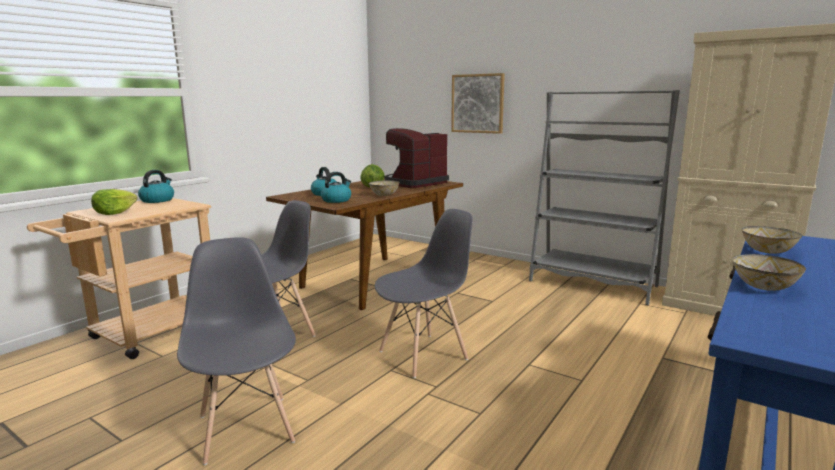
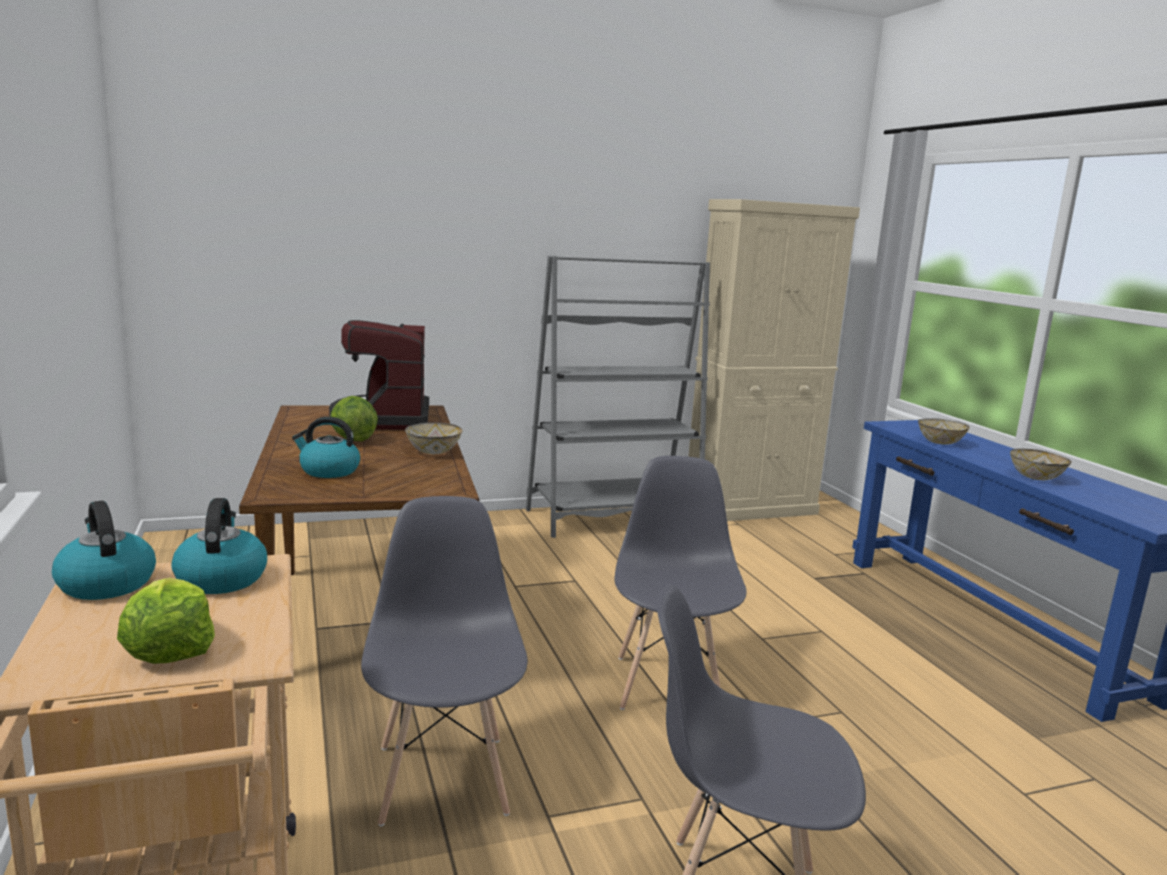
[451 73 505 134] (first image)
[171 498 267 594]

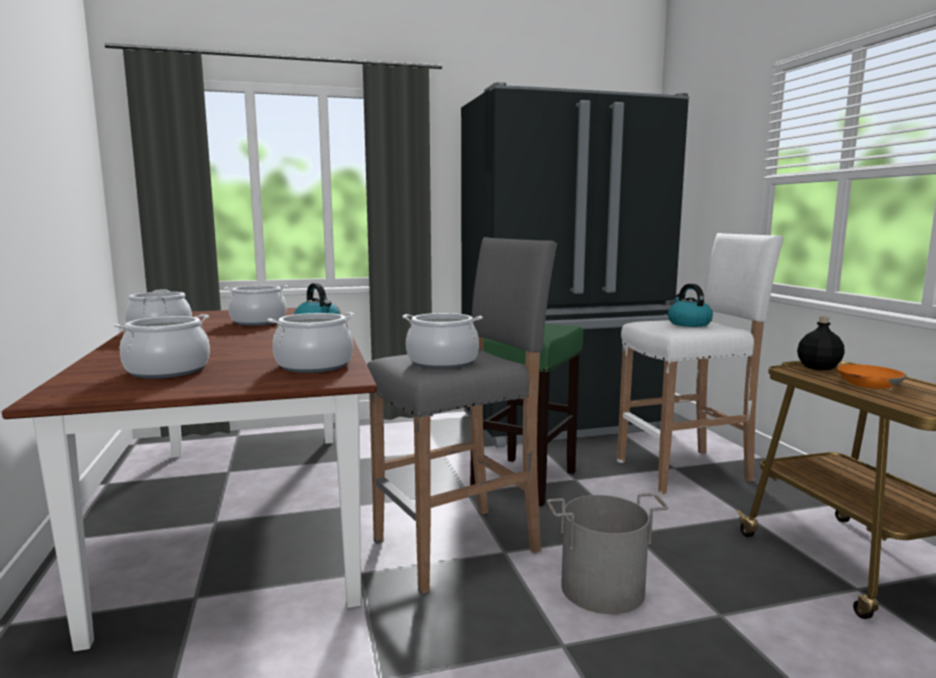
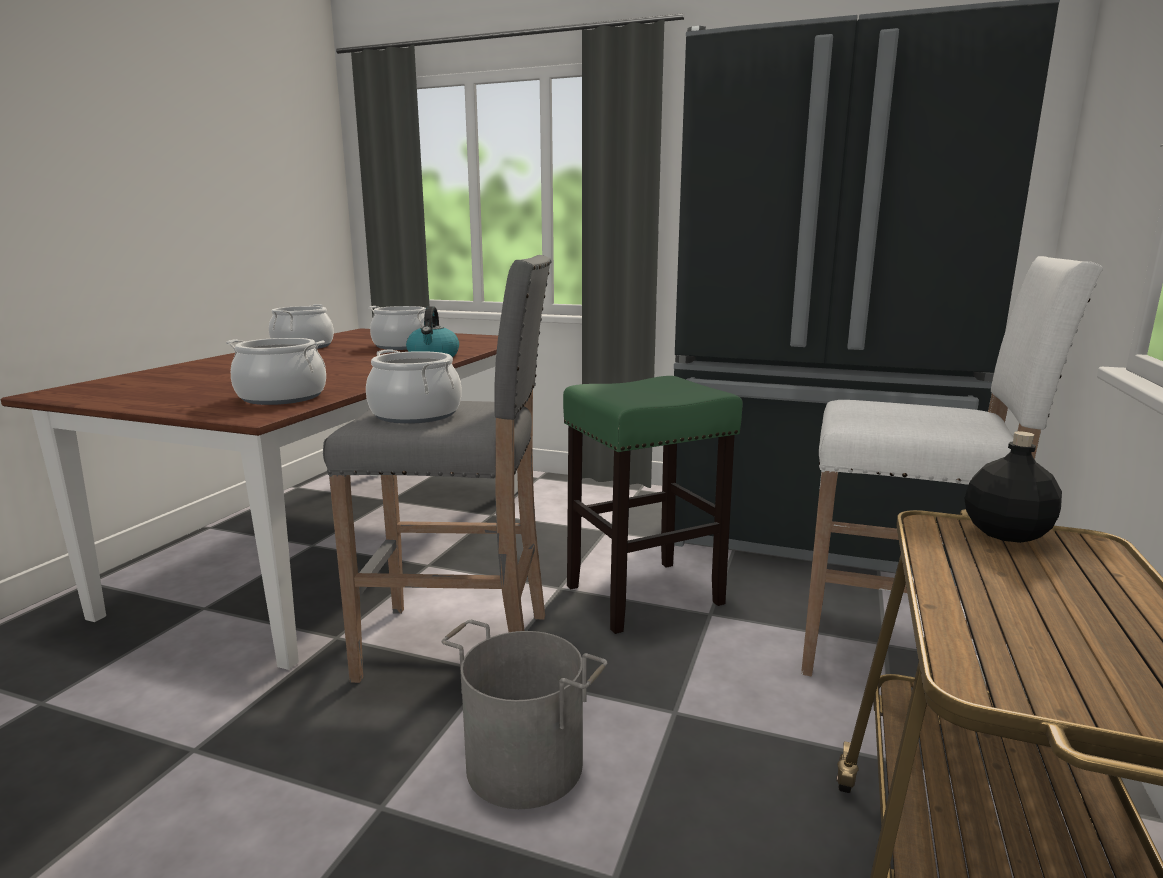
[668 284 713 327] (first image)
[113 314 210 379] (first image)
[837 364 907 389] (first image)

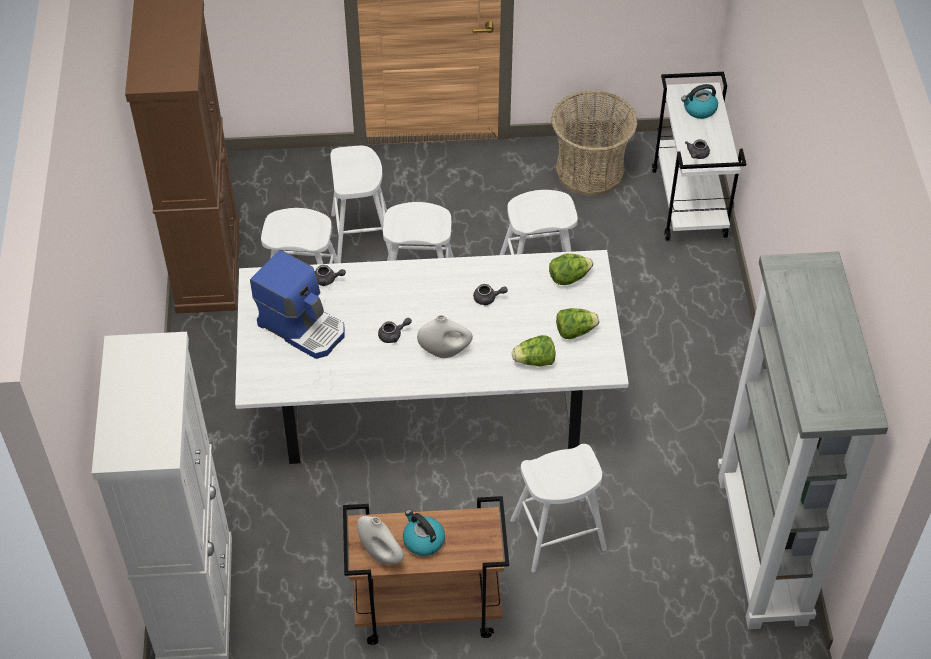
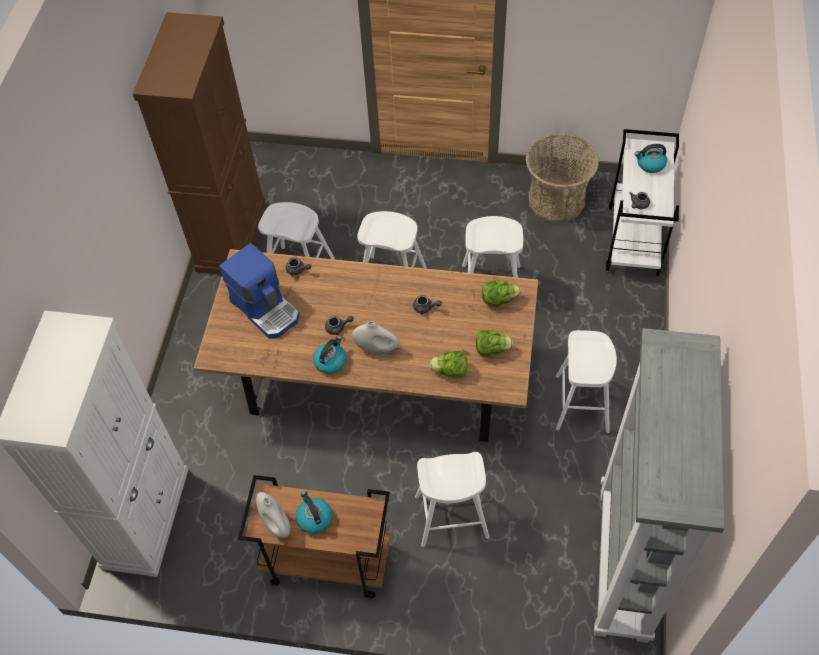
[556 330 617 433]
[194 249 538 442]
[313 336 347 374]

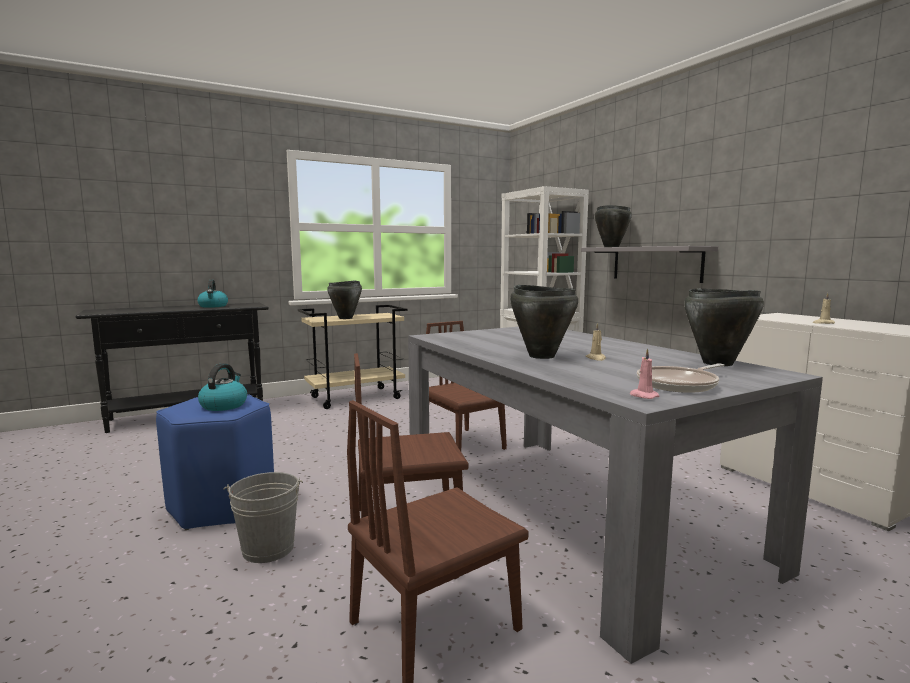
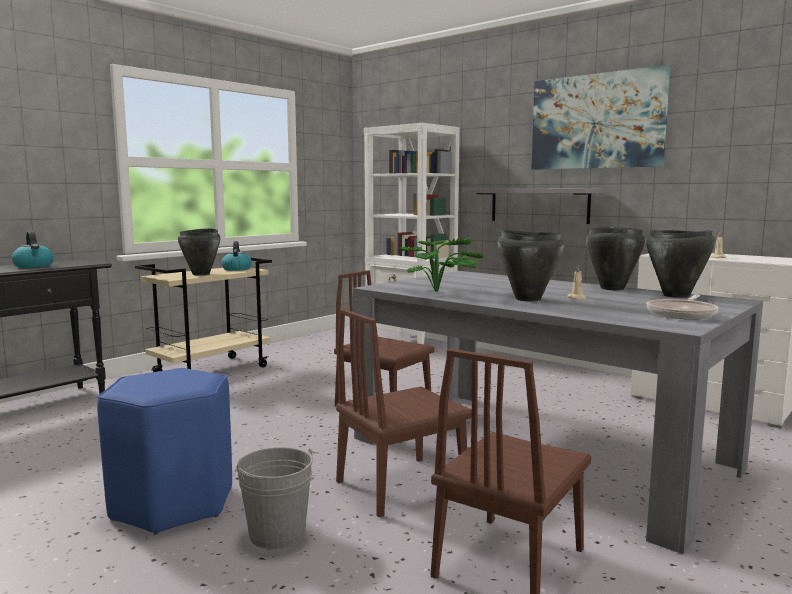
[586 227 645 290]
[630 348 659 399] (first image)
[221 241 252 271]
[531 65 670 170]
[397 238 484 292]

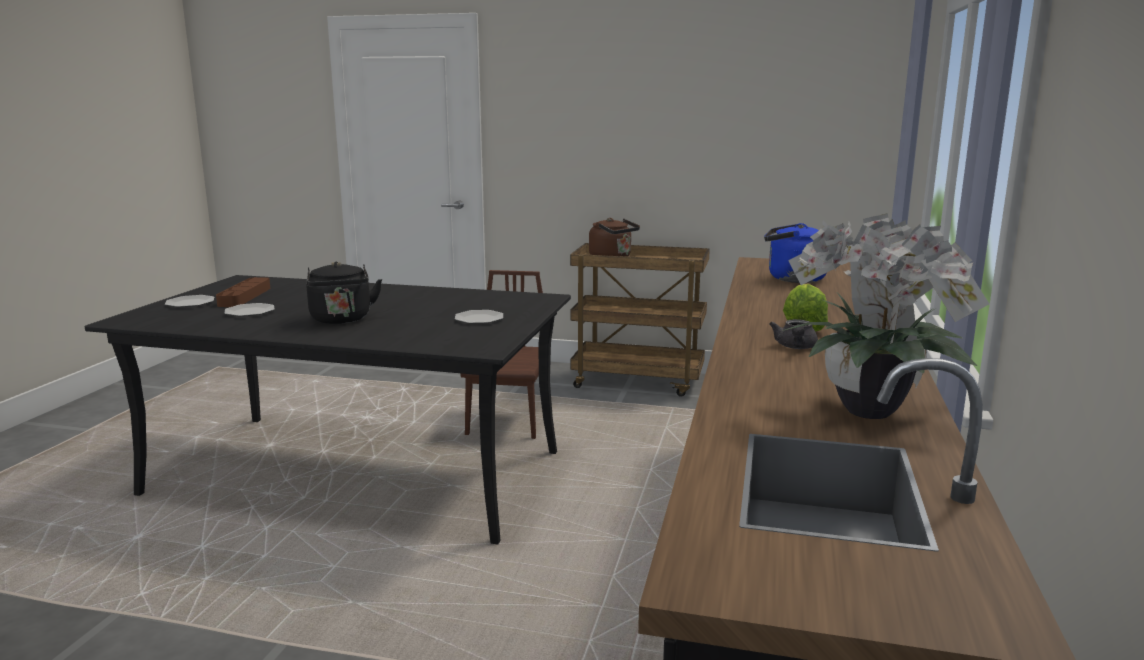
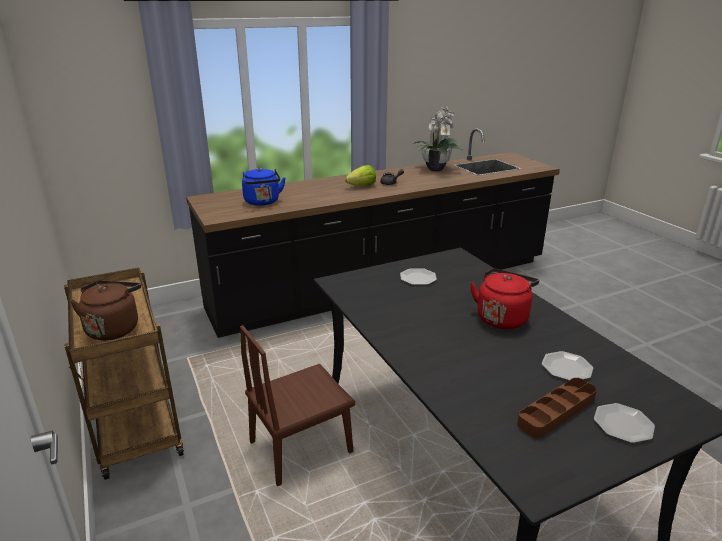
[470 268 539 329]

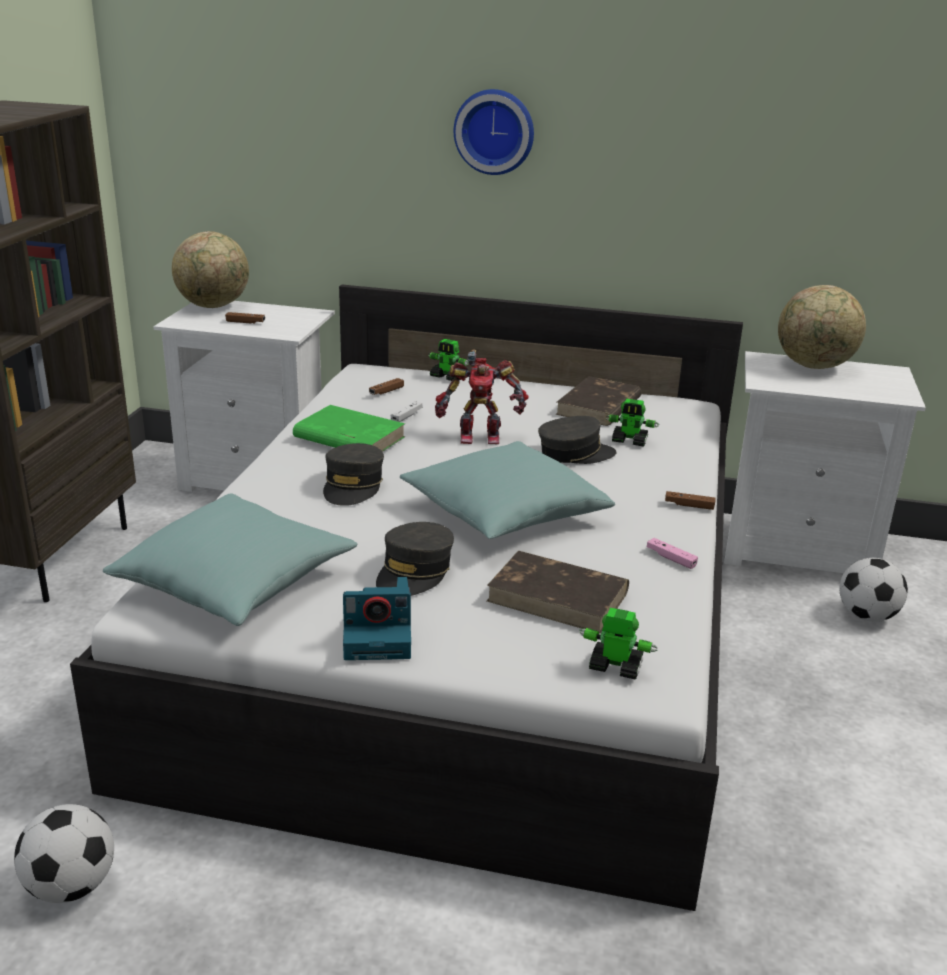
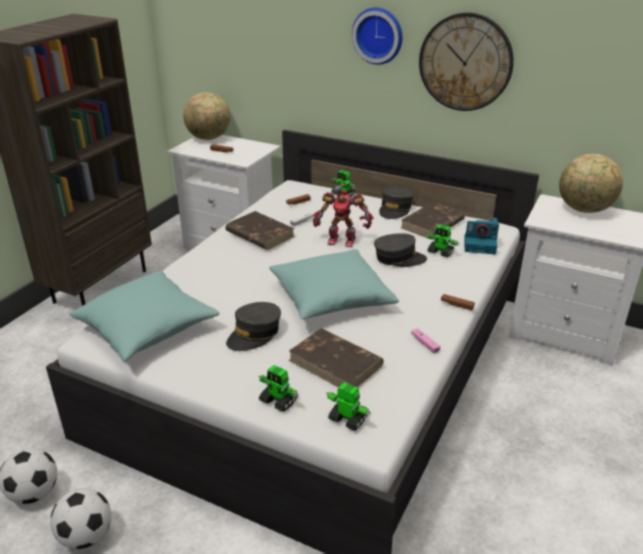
[225 211 295 250]
[379 187 413 219]
[50 488 111 549]
[465 218 499 254]
[419 12 514 111]
[258 365 298 412]

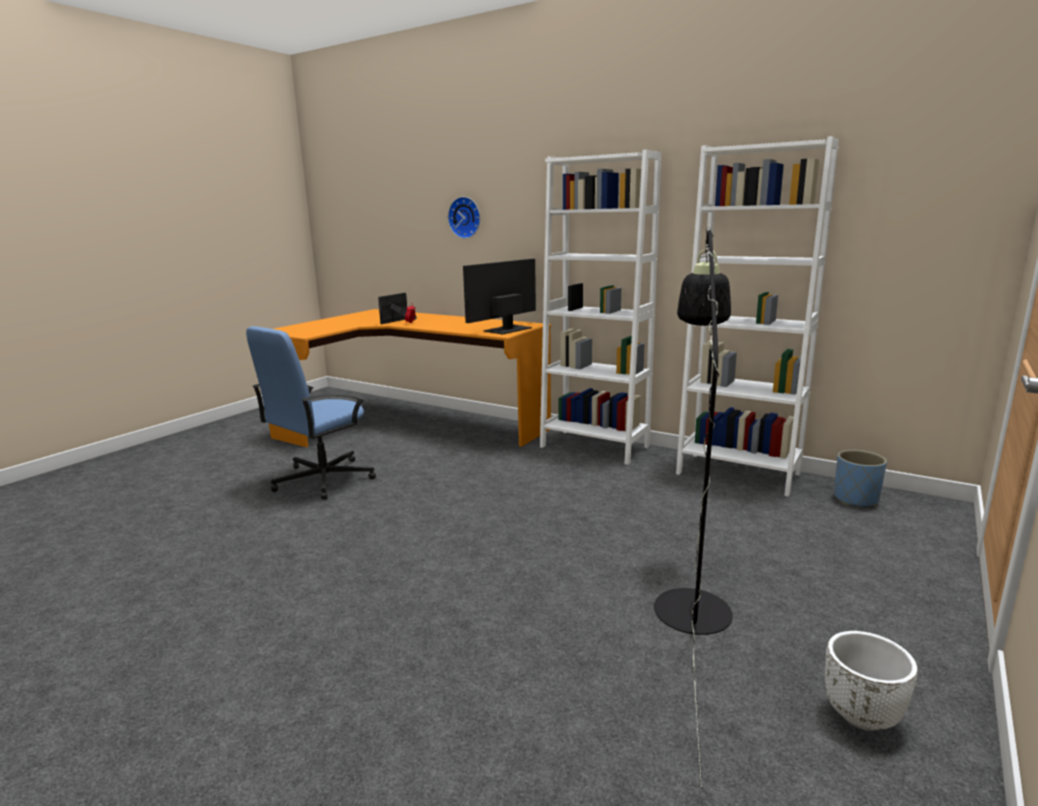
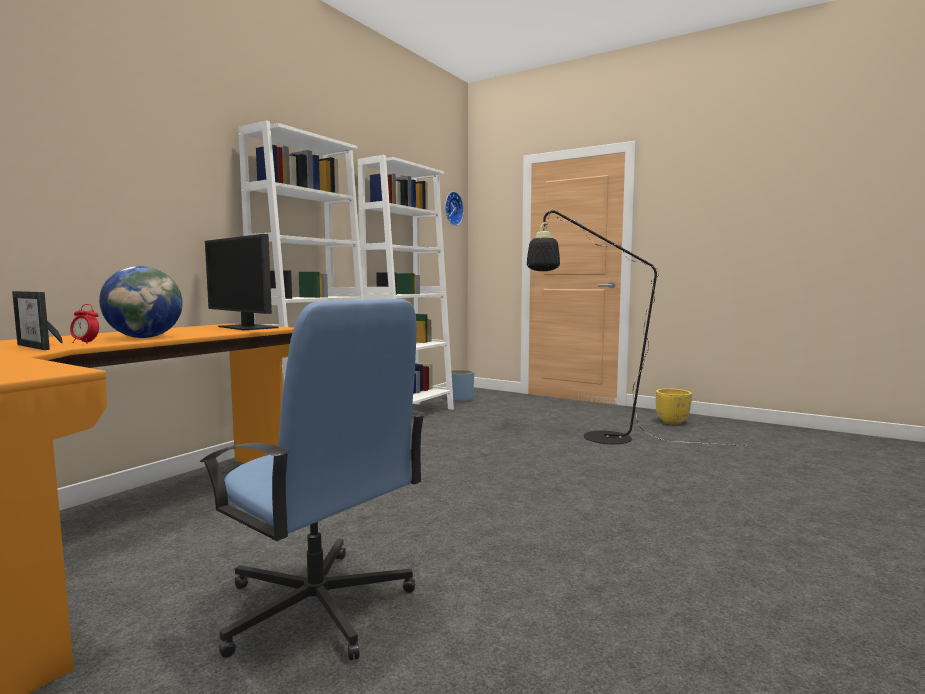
[445 192 464 226]
[655 389 692 425]
[99 266 183 338]

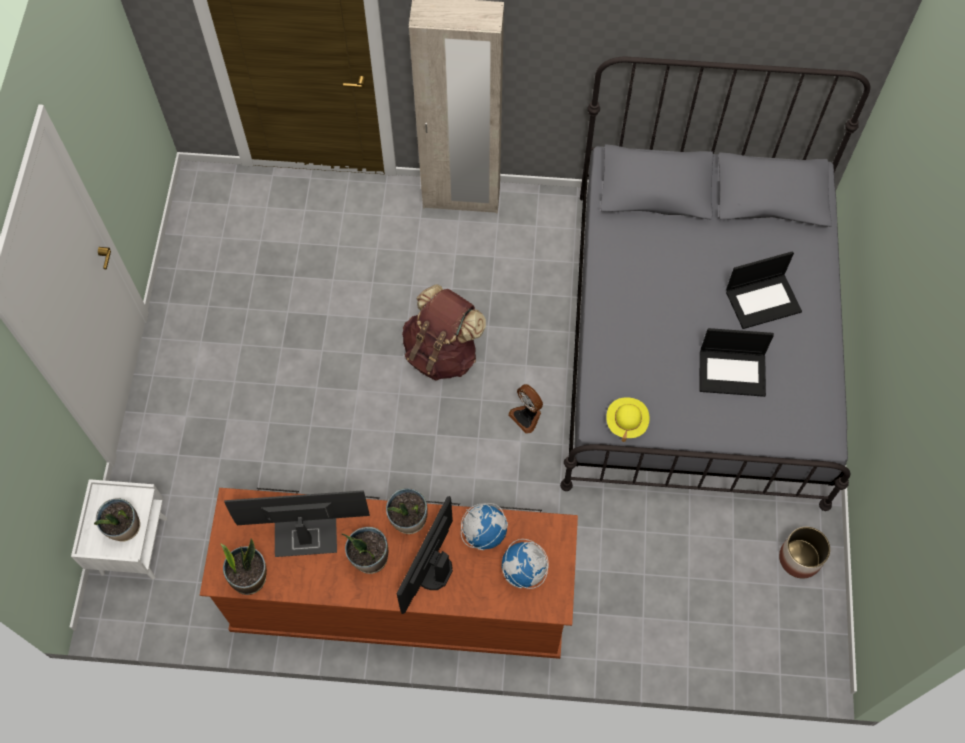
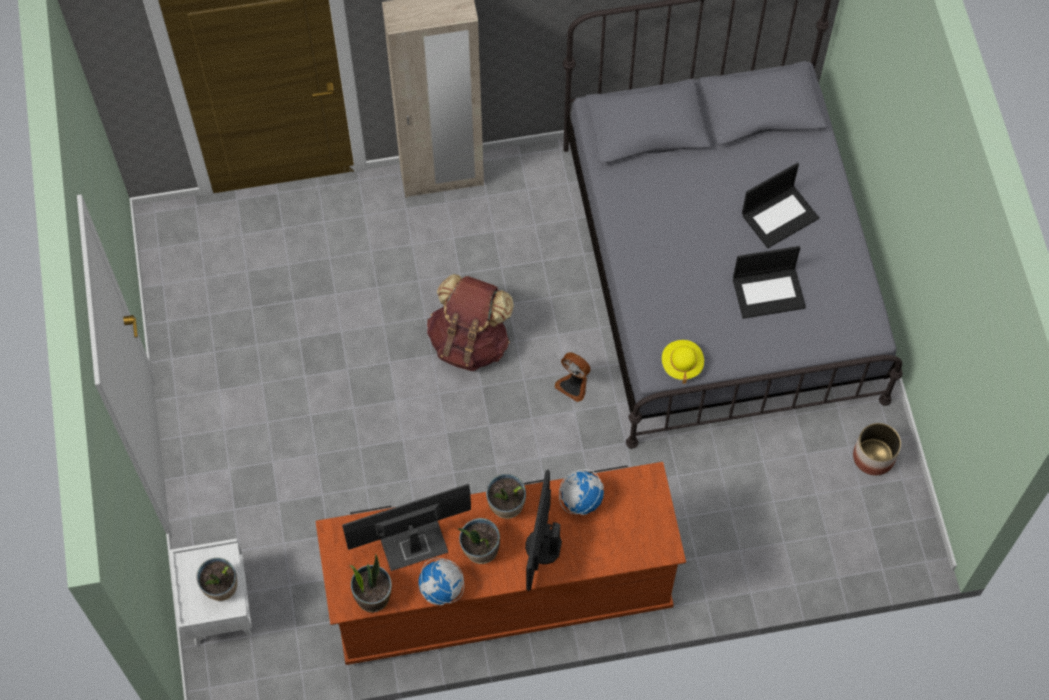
[418 558 464 605]

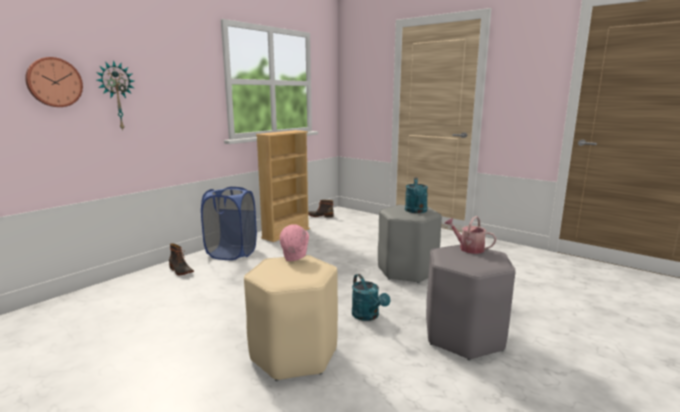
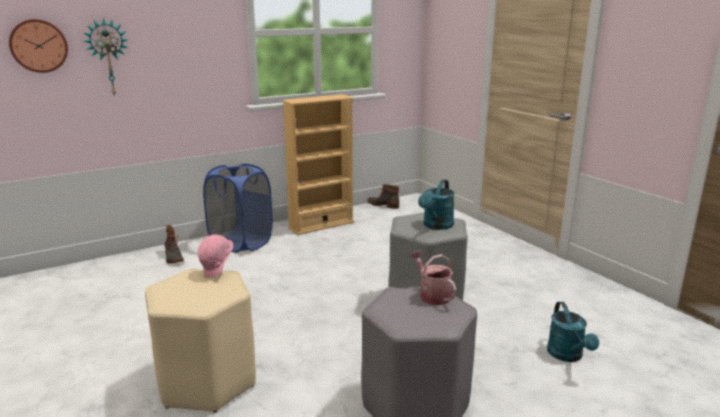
[547 302 599 362]

